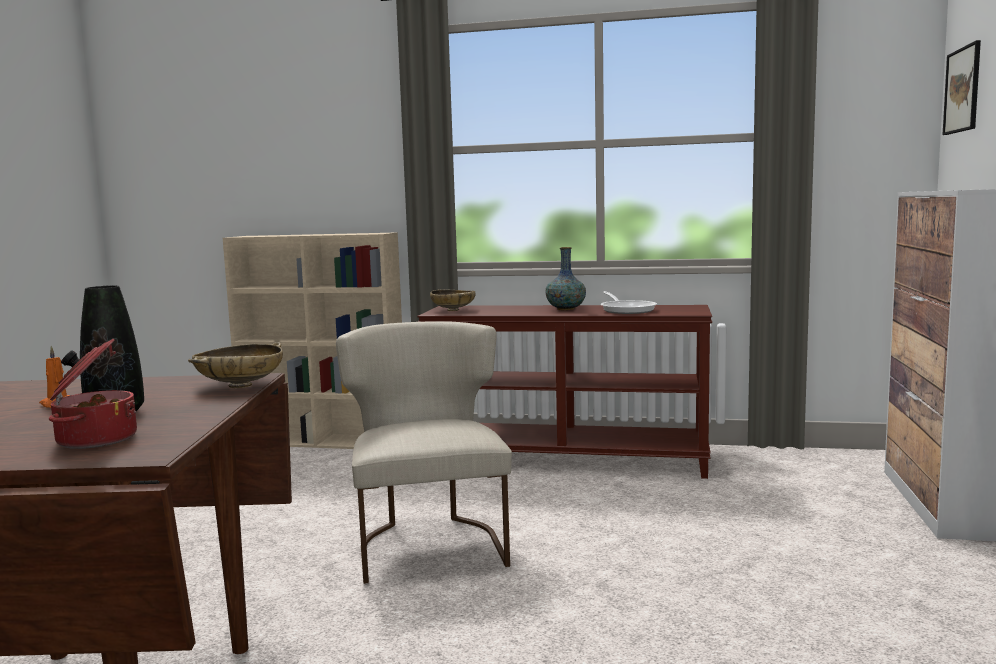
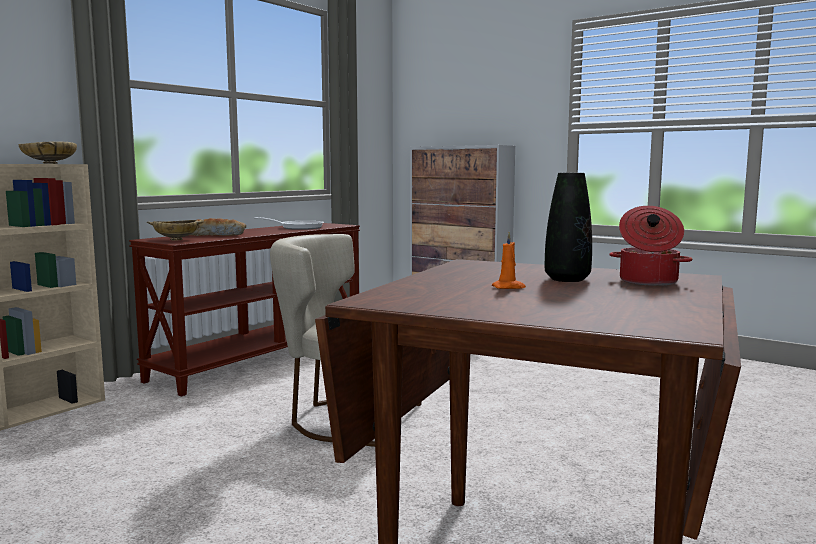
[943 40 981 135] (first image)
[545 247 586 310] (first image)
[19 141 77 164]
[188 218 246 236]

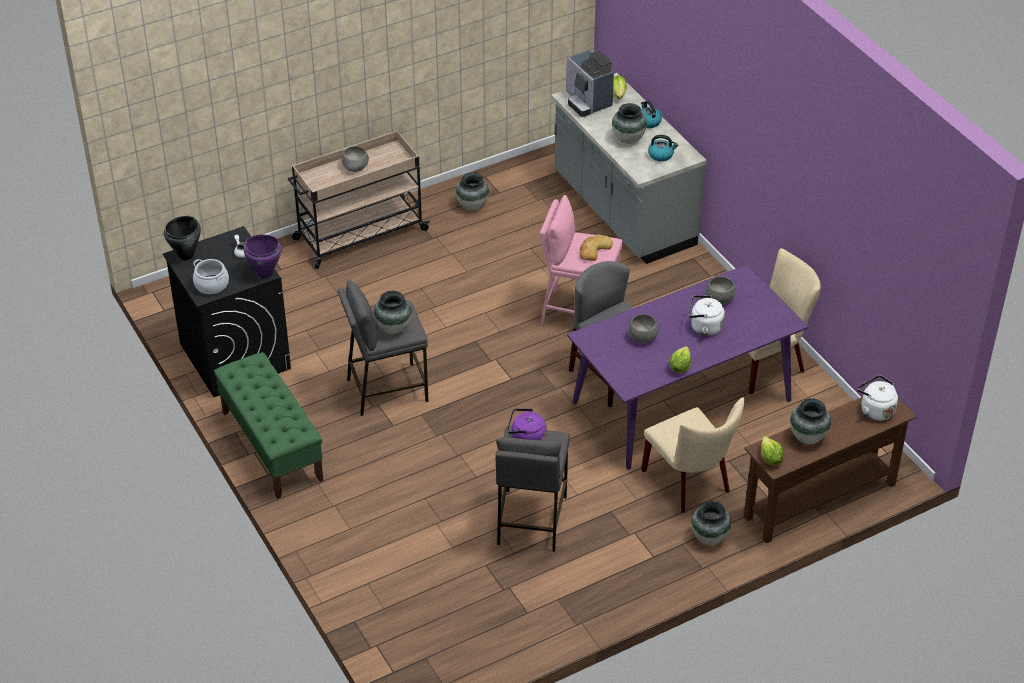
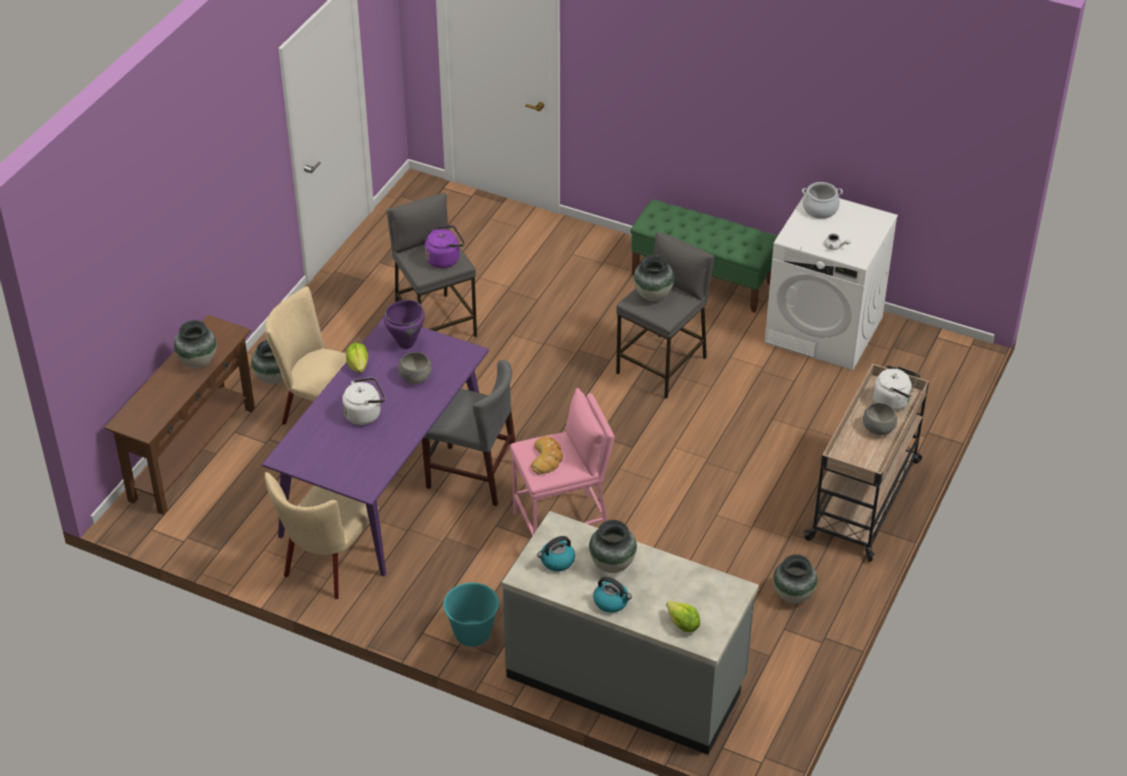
[566 50 614 117] (first image)
[164 216 201 260] (first image)
[765 196 898 370]
[384 300 425 349]
[706 276 736 304] (first image)
[873 366 918 411]
[761 436 783 465] (first image)
[443 582 500 647]

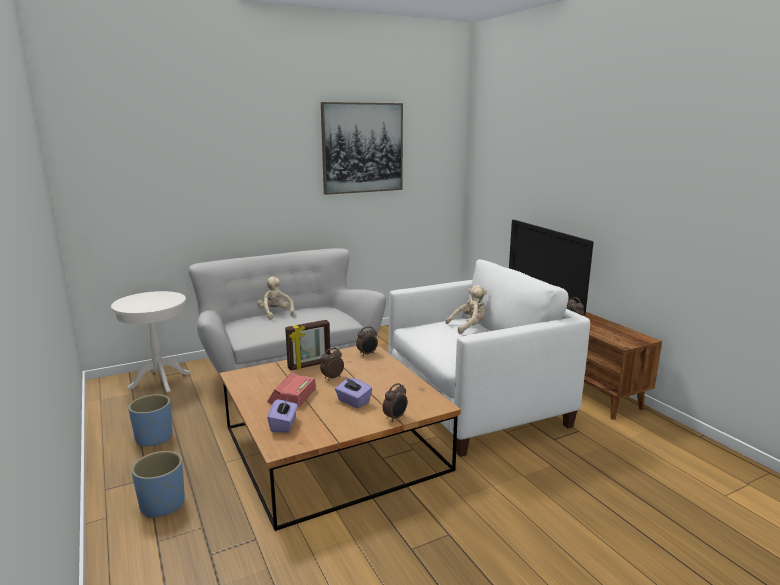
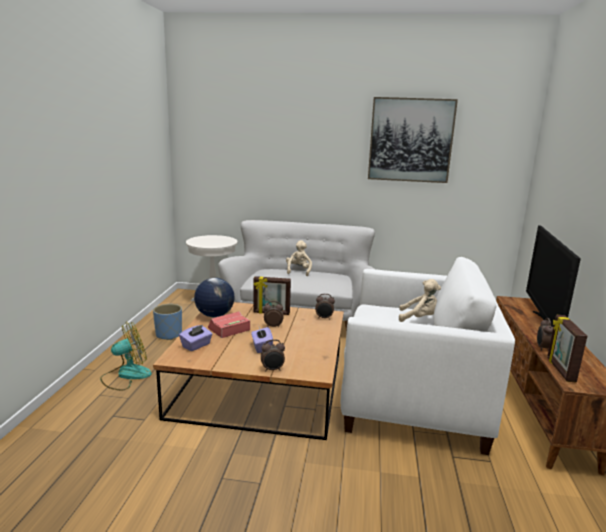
[100 321 152 390]
[194 278 235 317]
[547 315 587 383]

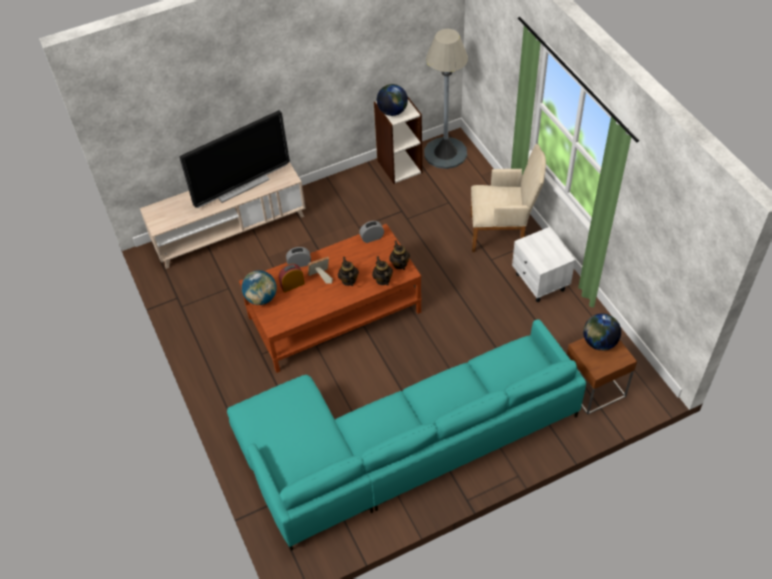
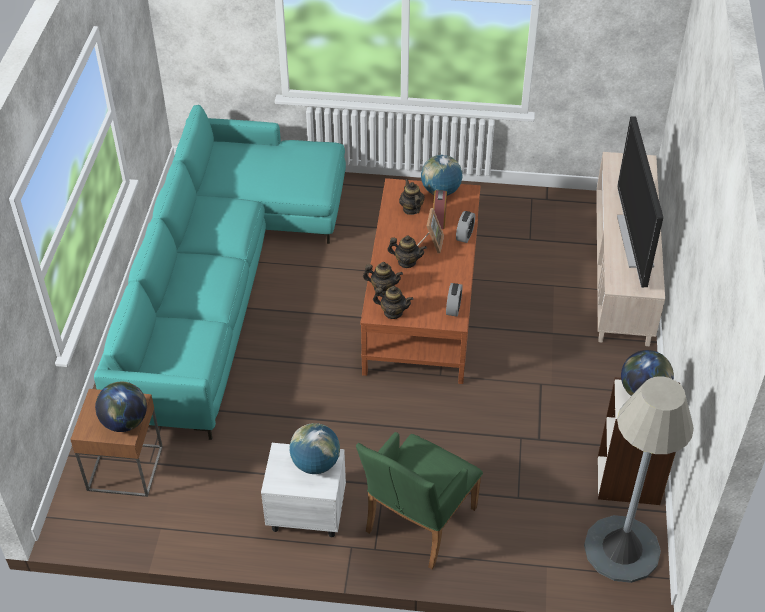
[356 432 483 569]
[399 179 424 215]
[289 423 340 474]

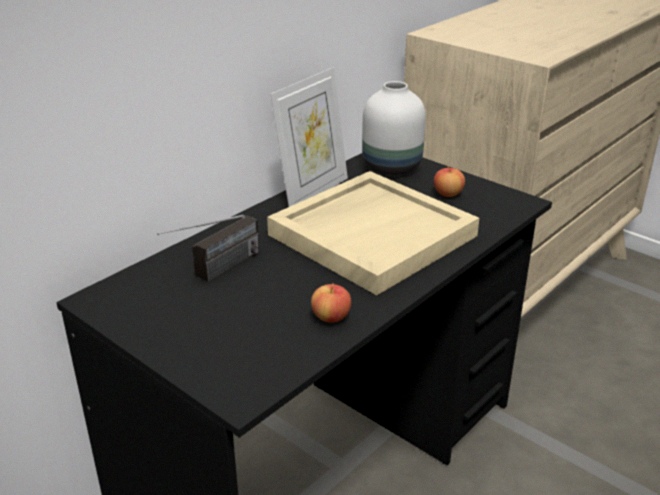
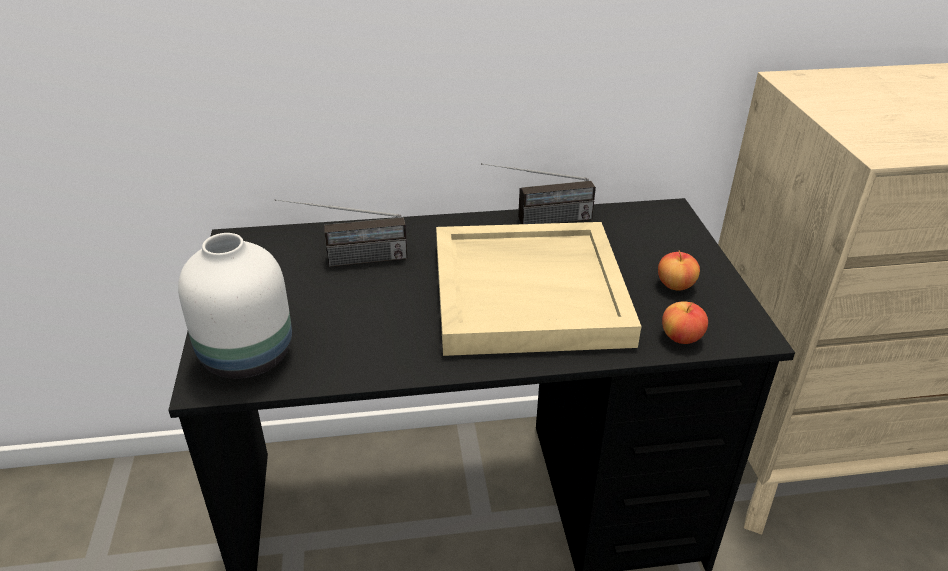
[481 163 596 224]
[178 233 292 379]
[662 301 708 344]

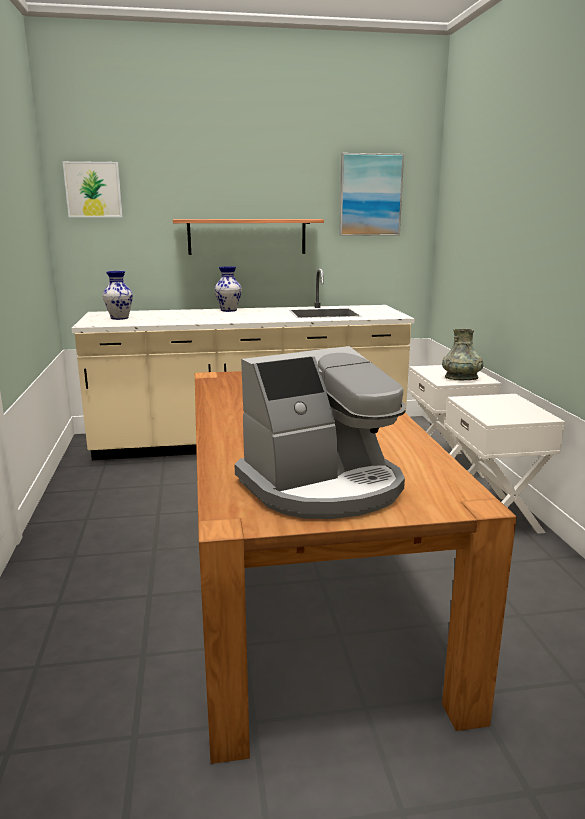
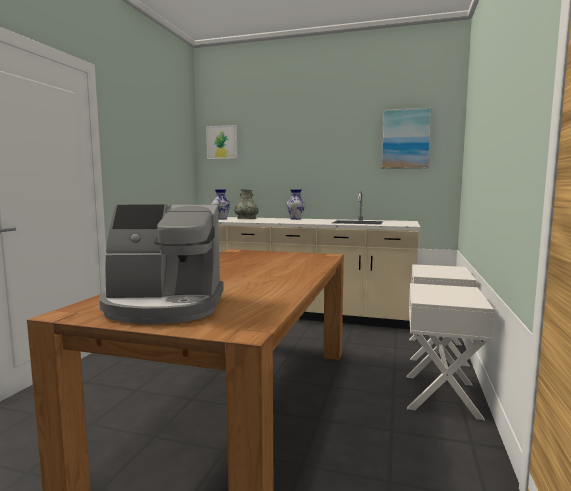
[173 219 324 255] (first image)
[234 189 259 219]

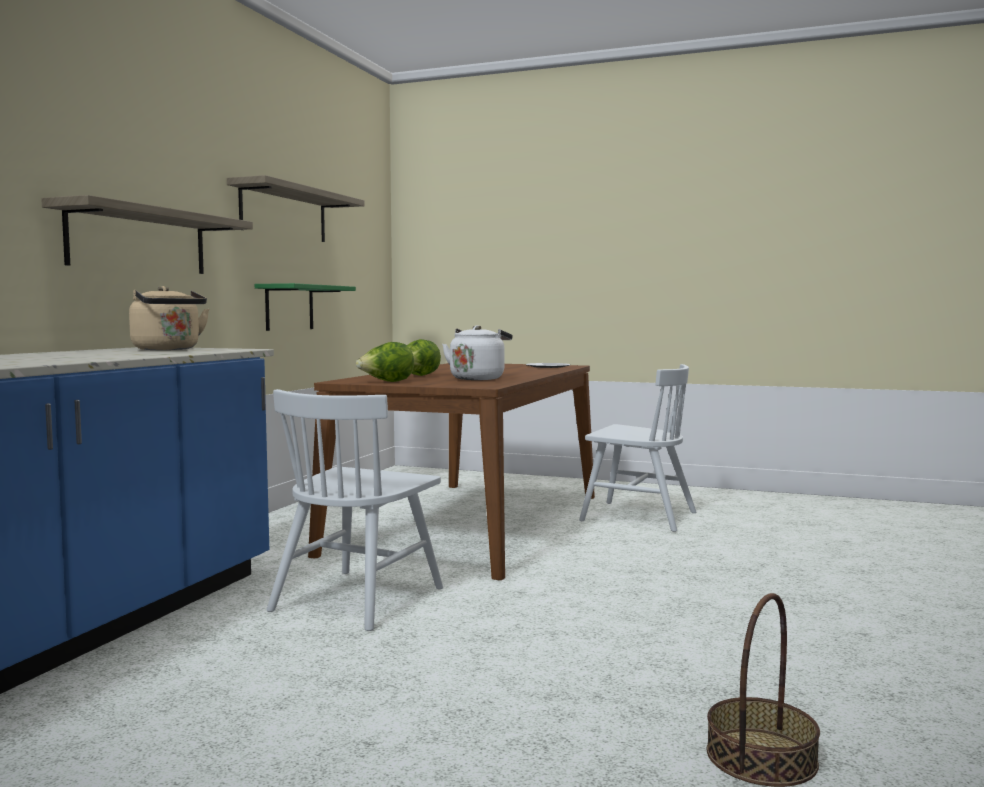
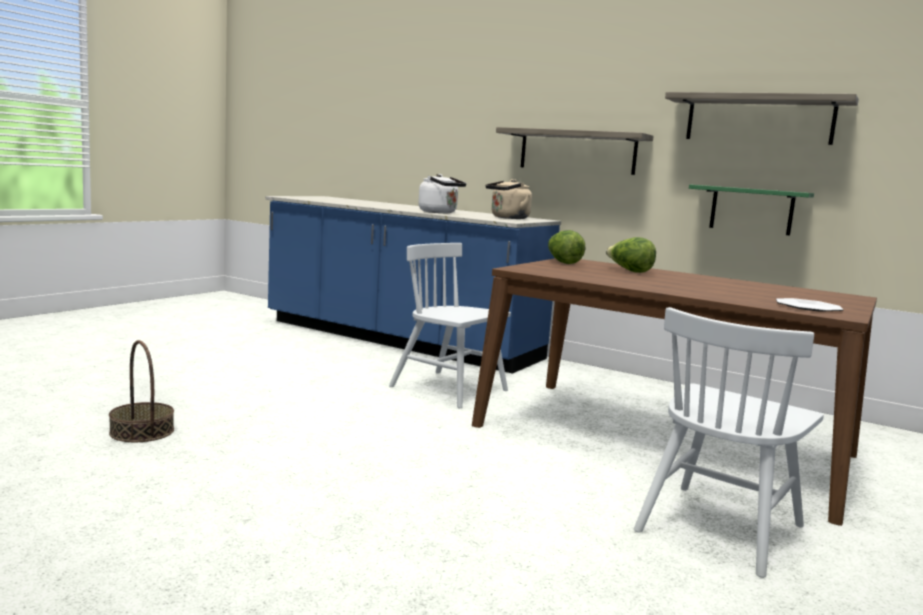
[418 174 466 213]

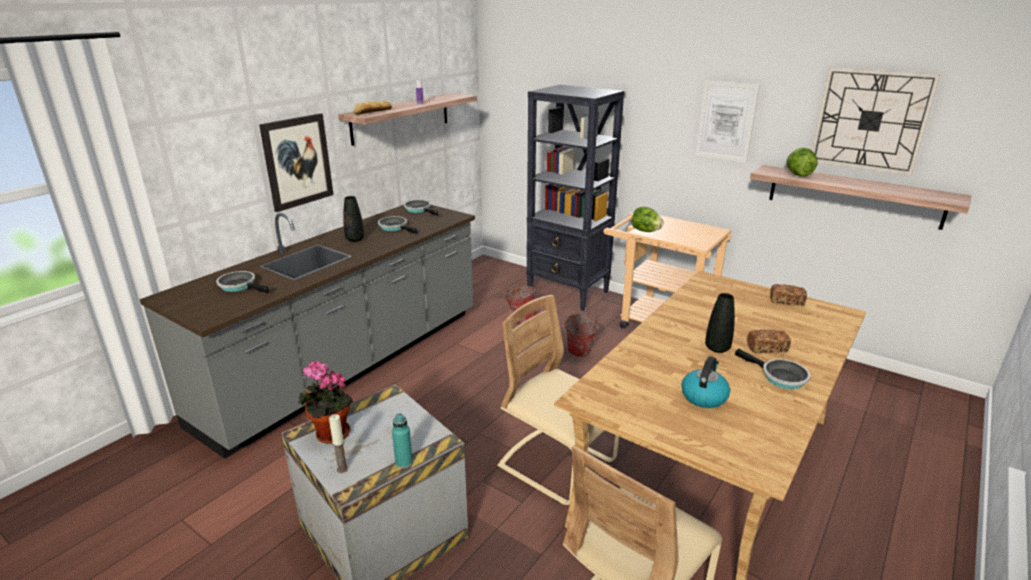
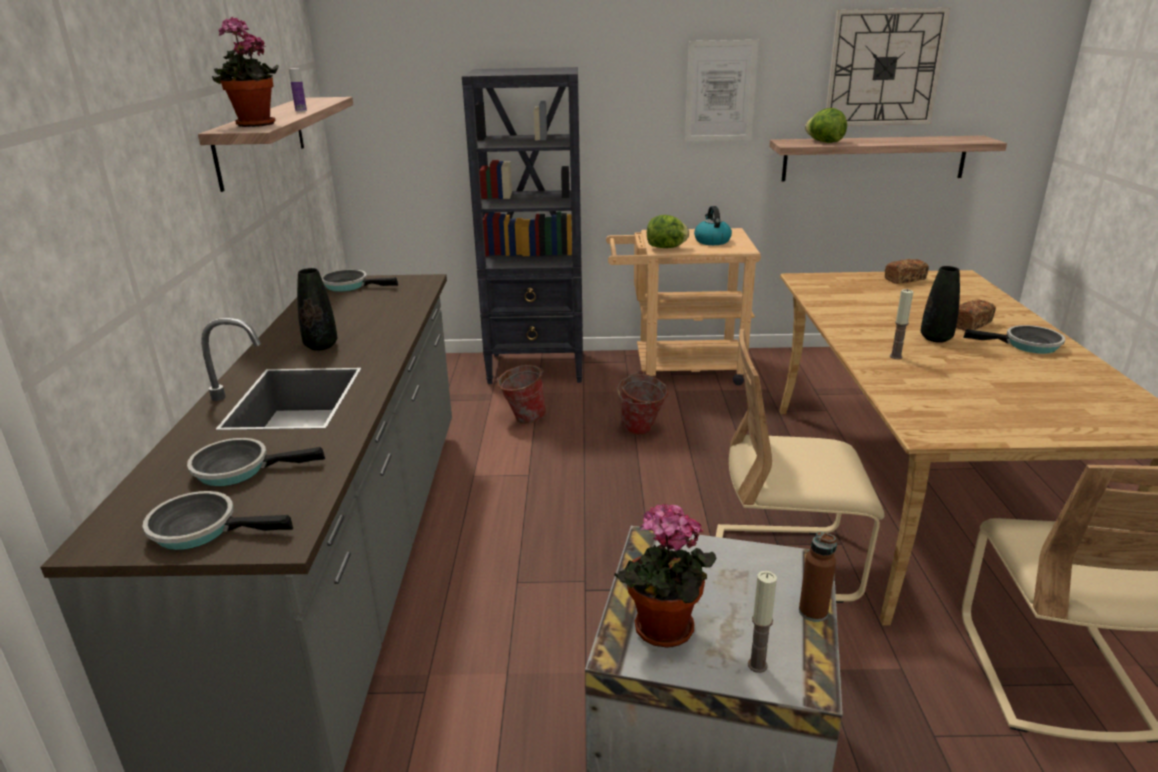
[212 17 279 127]
[259 113 334 212] (first image)
[143 491 293 550]
[694 206 732 245]
[799 531 837 622]
[890 289 913 359]

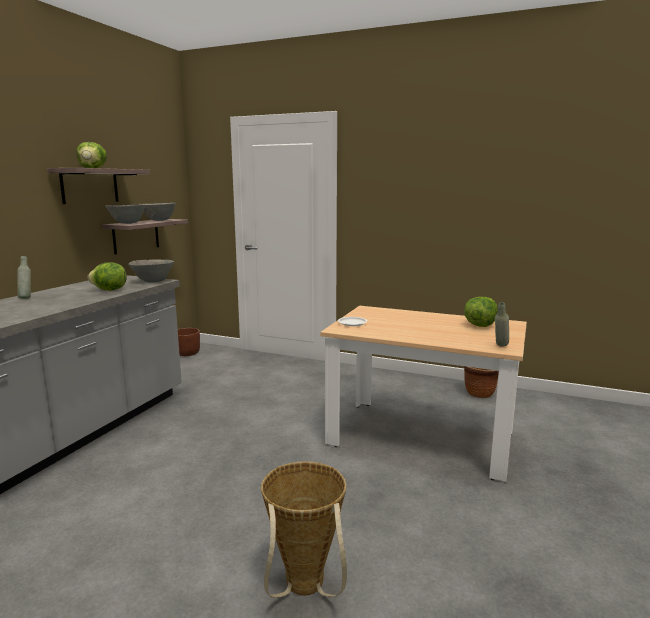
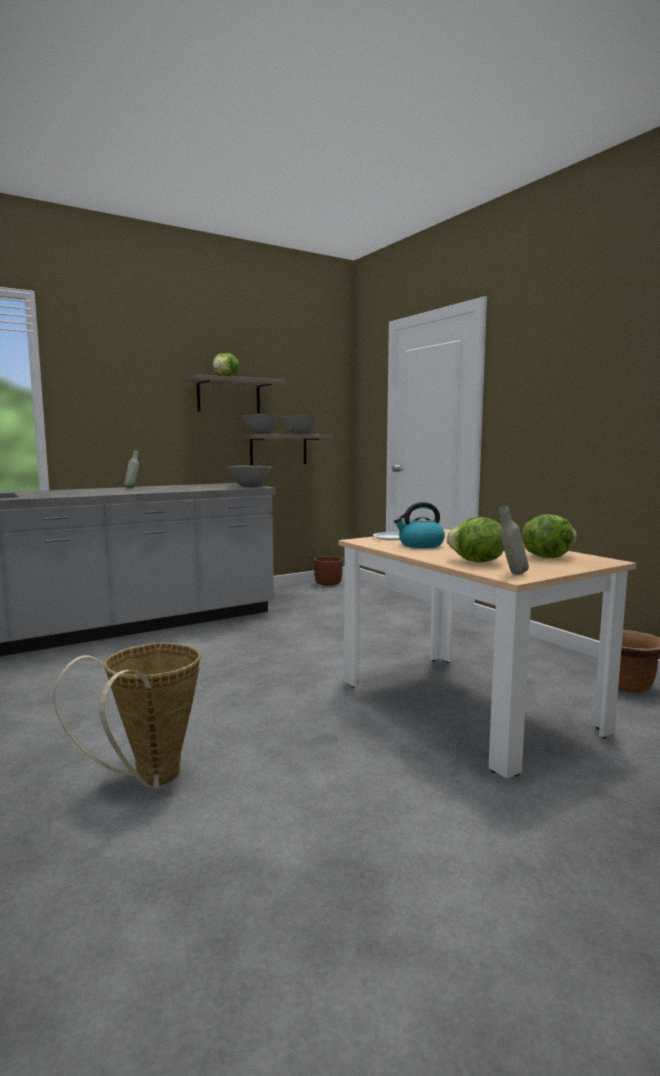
[447 517 504 562]
[394 502 445 548]

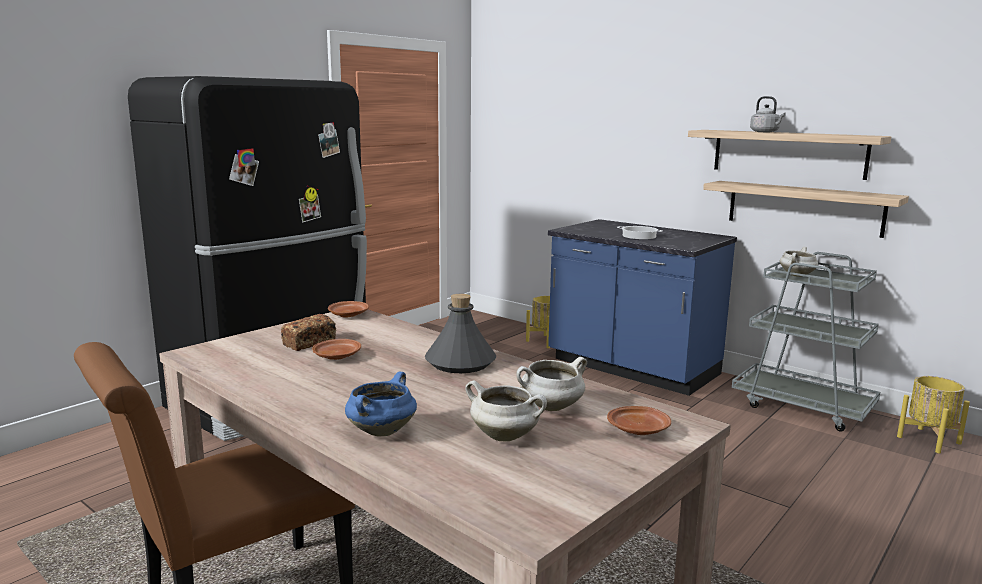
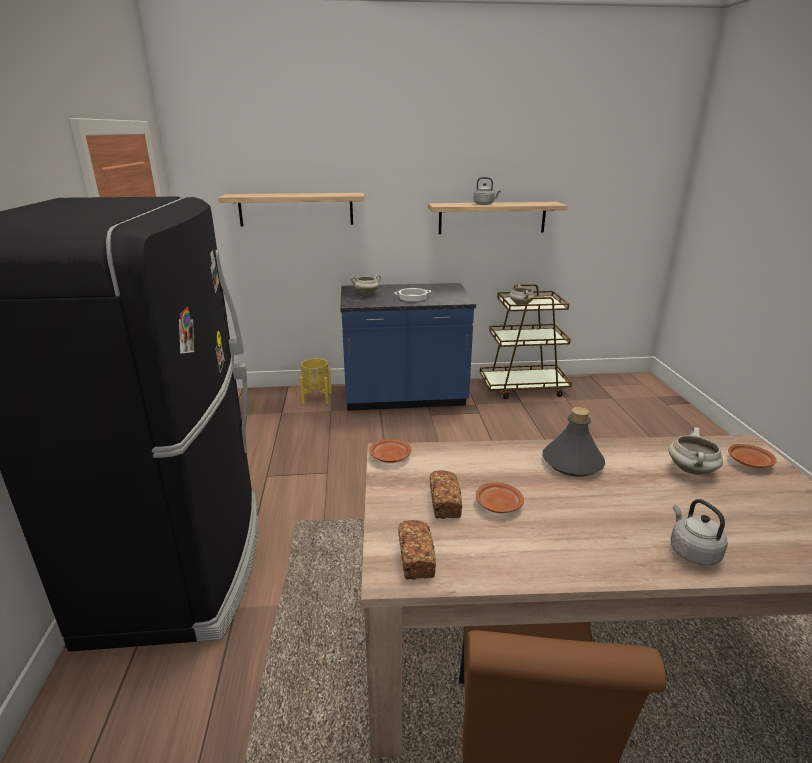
[218 193 365 226]
[480 284 572 399]
[671 499 728 566]
[897 376 970 453] (first image)
[351 275 381 295]
[398 520 436 580]

